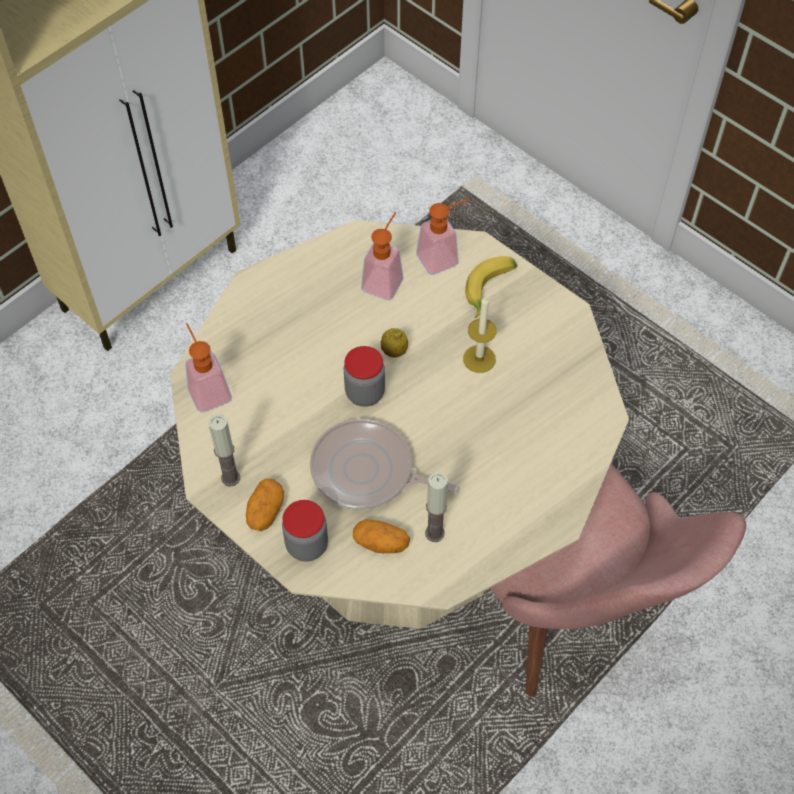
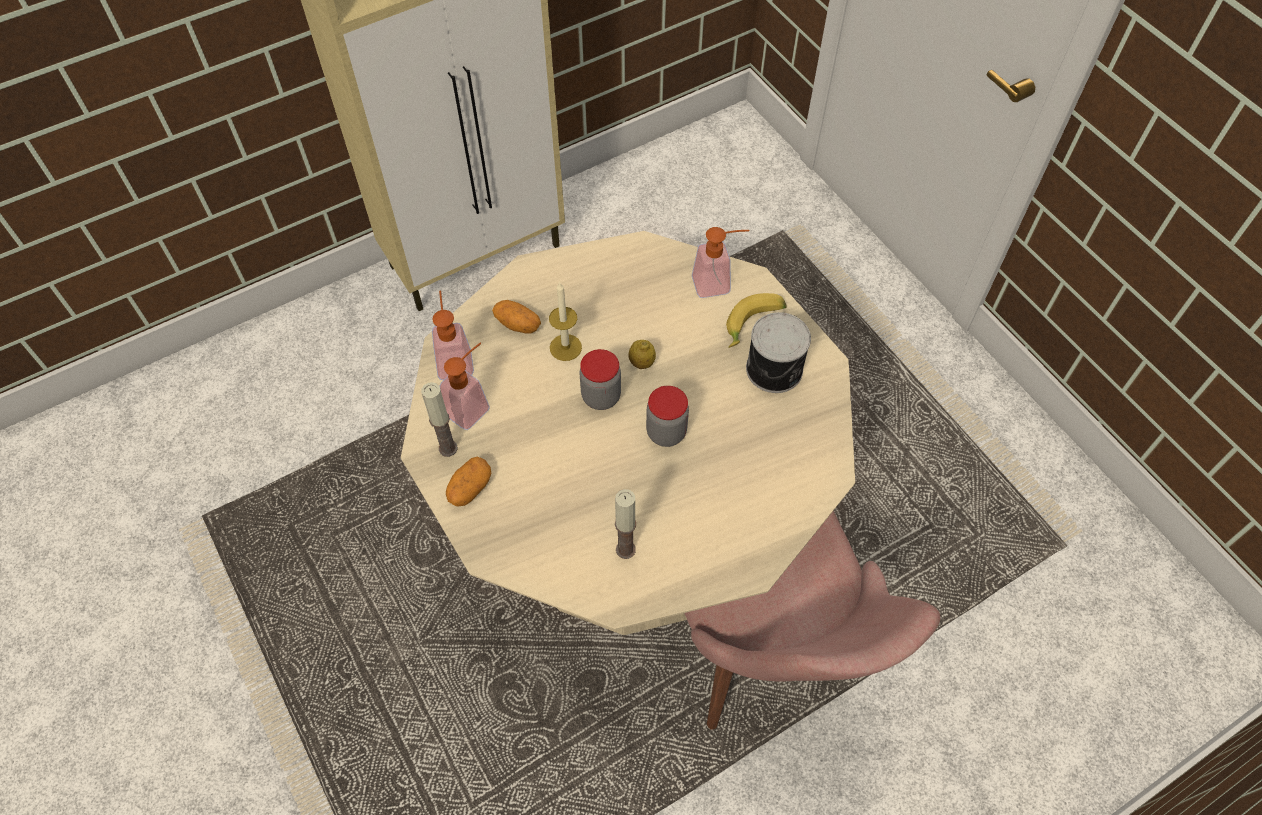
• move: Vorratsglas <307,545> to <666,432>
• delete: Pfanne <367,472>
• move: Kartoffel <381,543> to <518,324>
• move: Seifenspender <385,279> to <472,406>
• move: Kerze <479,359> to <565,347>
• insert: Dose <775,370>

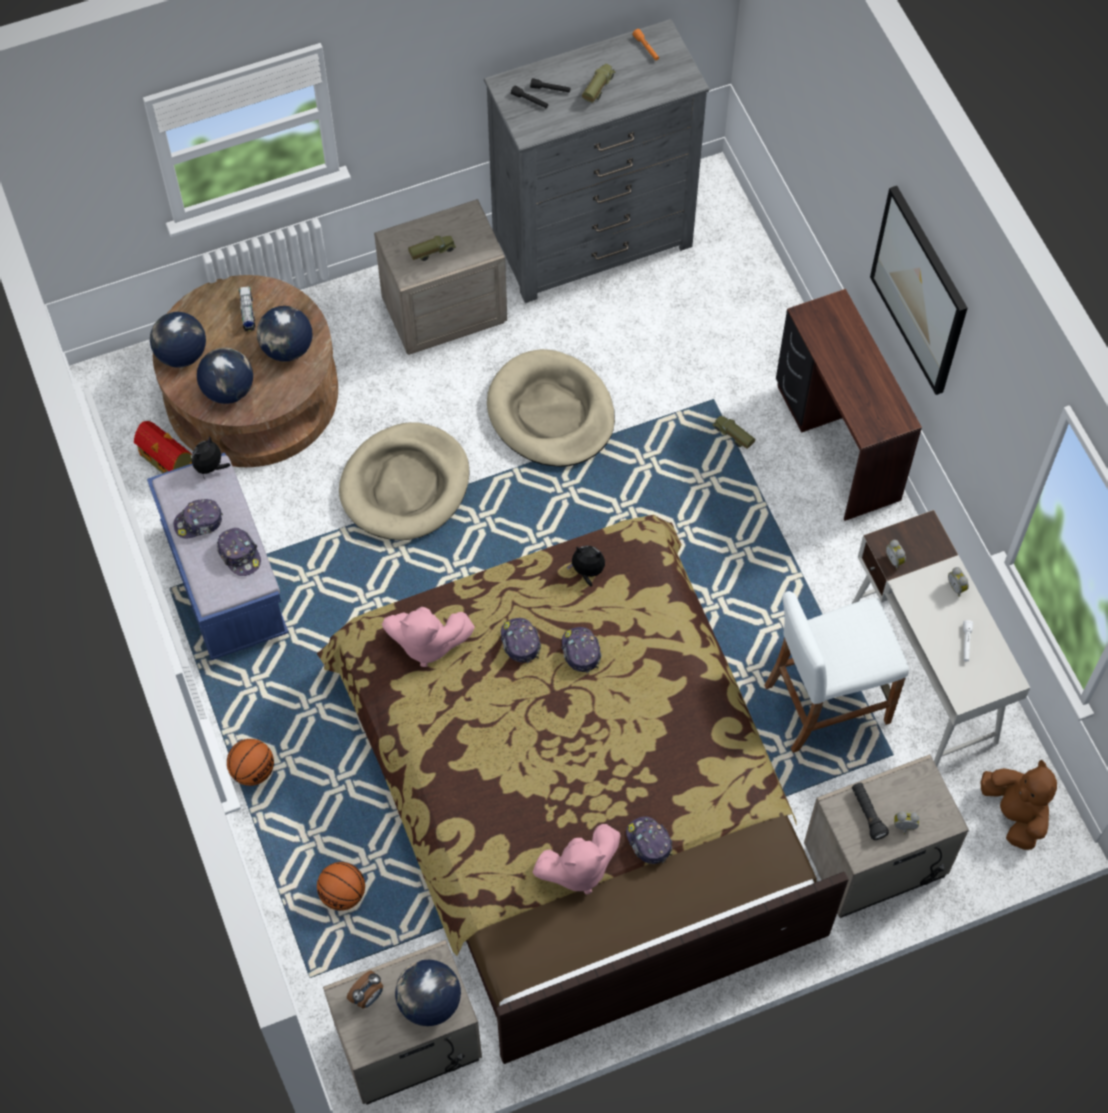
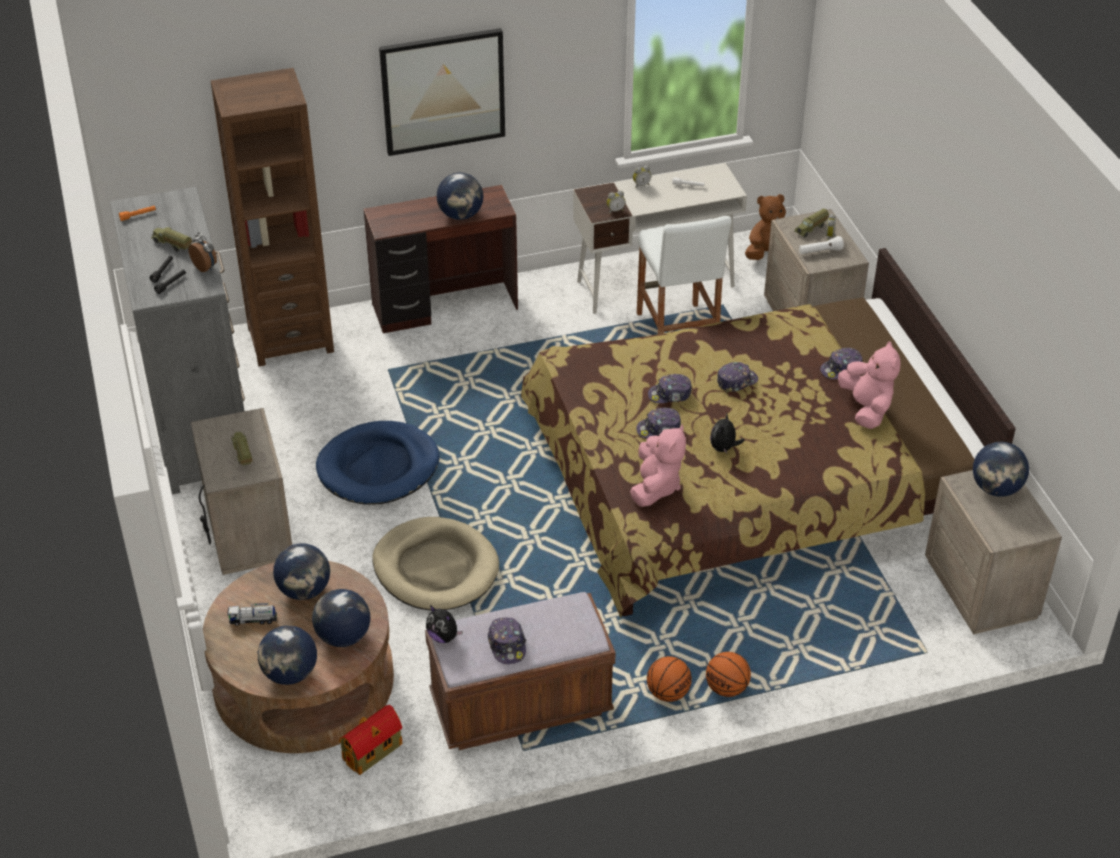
• recolor: Bank [blau] <225,581> to Bank [braun] <521,706>
• move: Kappe <239,554> to <736,381>
• move: Basketball <342,894> to <668,693>
• move: Wecker <368,996> to <206,267>
• recolor: Hundebett [beige] <551,413> to Hundebett [blau] <378,467>
• move: Plüschtier <587,571> to <724,448>
• move: Spielzeuglaster <733,436> to <811,229>
• recolor: Taschenlampe [schwarz] <867,814> to Taschenlampe [weiß] <820,252>
• insert: Bücherregal [braun] <290,339>
• insert: Globus <461,215>

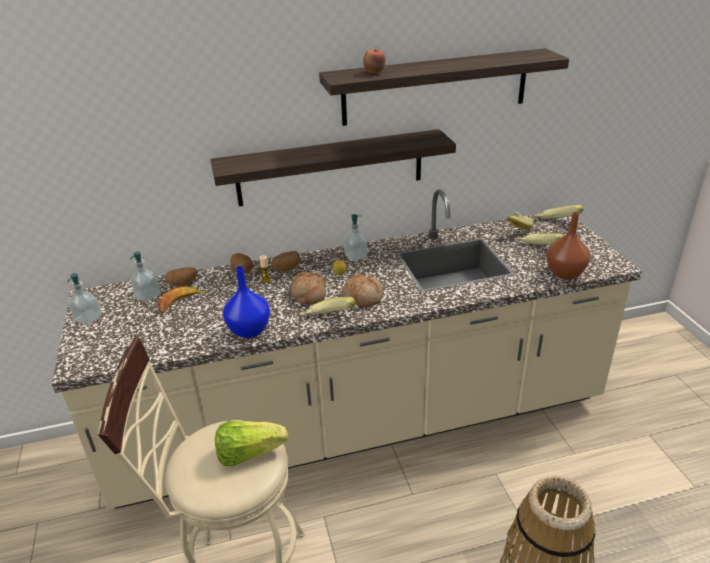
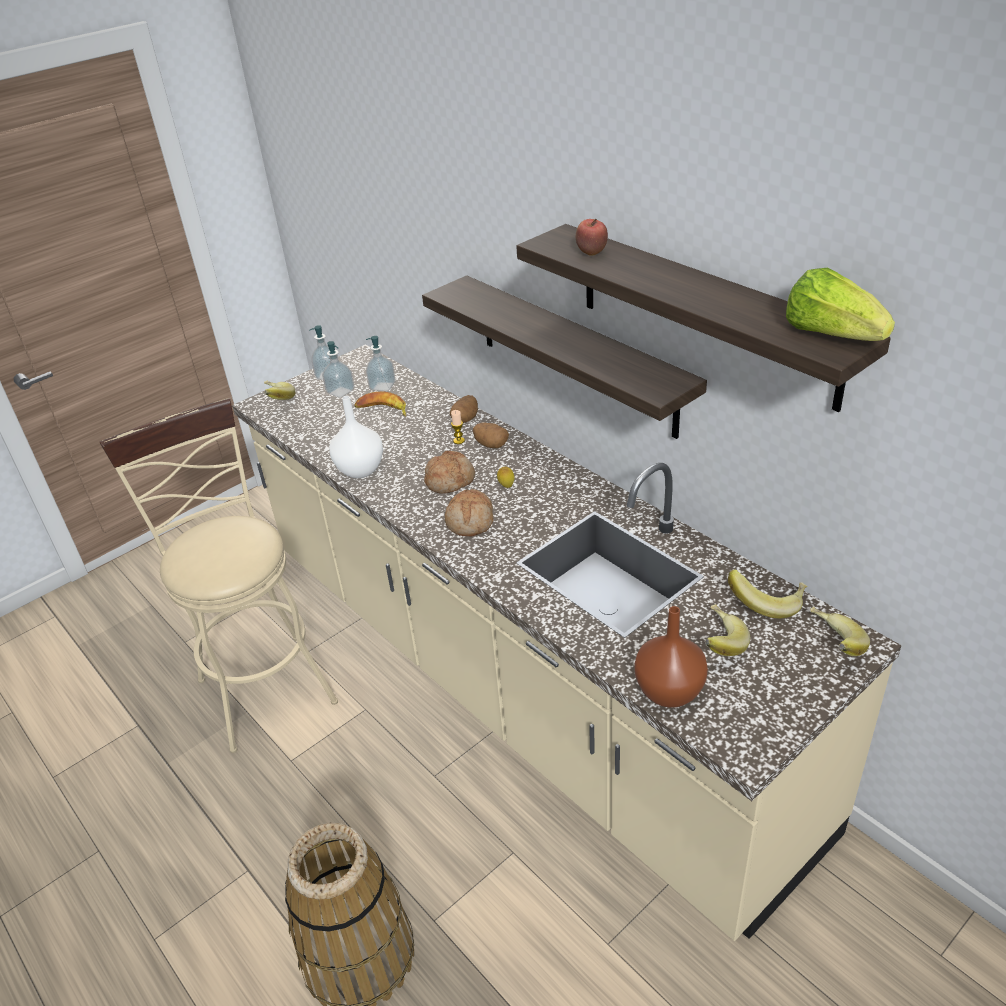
• delete: Kartoffel <183,284>
• move: Salatkopf <249,453> to <831,334>
• recolor: Vase [blau] <249,330> to Vase [weiß] <361,469>
• move: Banane <328,320> to <276,401>
• move: Seifenspender <356,256> to <340,391>

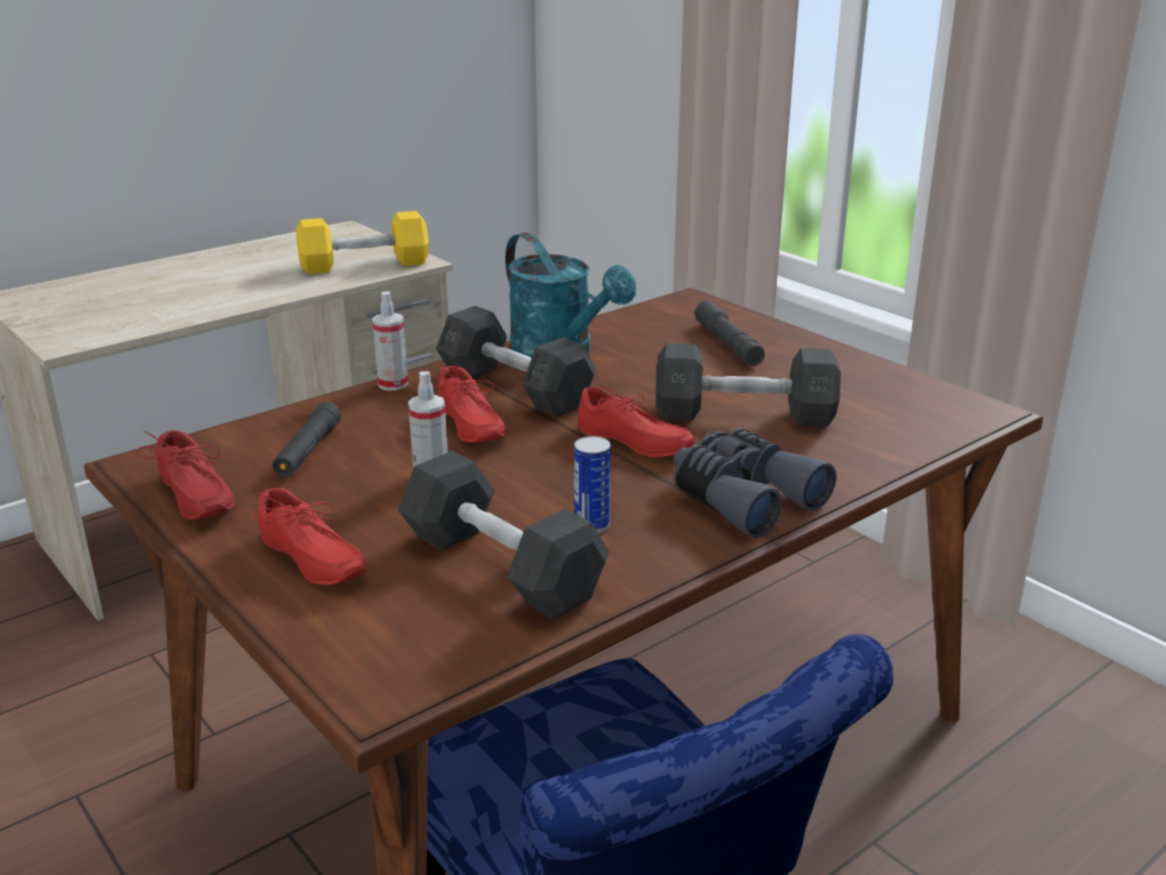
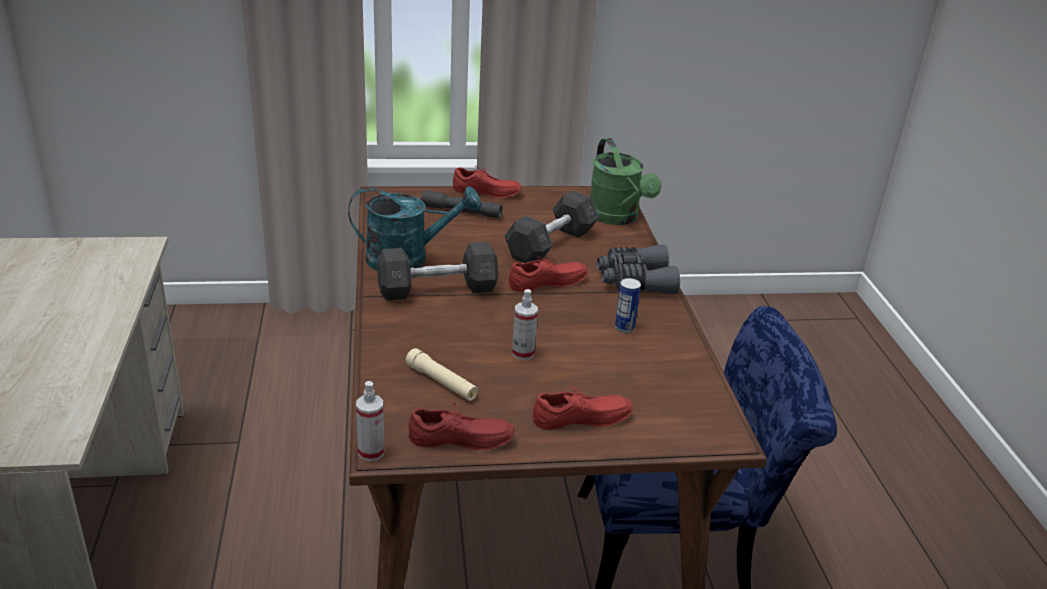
• recolor: Taschenlampe [schwarz] <308,451> to Taschenlampe [beige] <442,382>
• delete: Hantel [gelb] <364,265>
• move: Sprühflasche <393,384> to <371,452>
• delete: Hantel [grau] <501,566>
• move: Schuh [rot] <466,426> to <486,193>
• insert: Gießkanne [grün] <617,218>

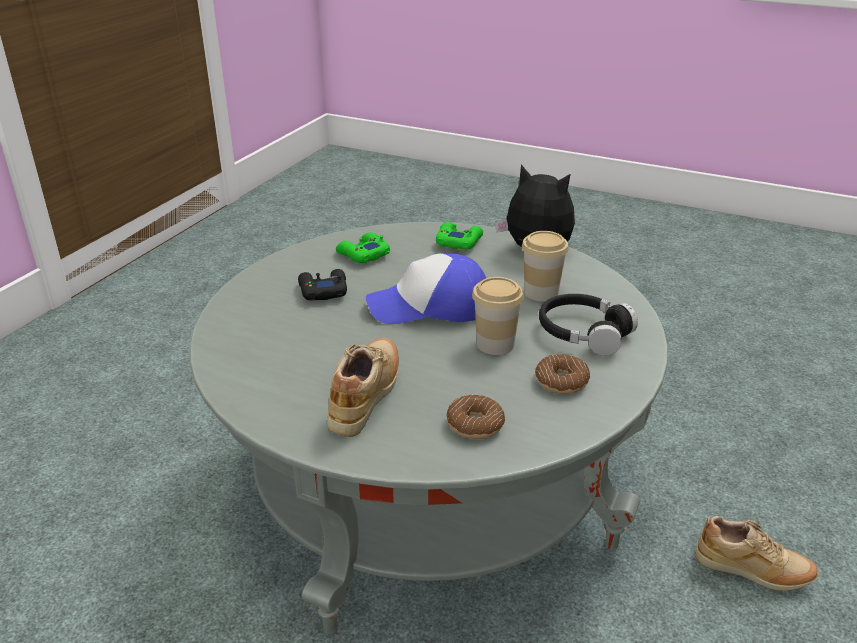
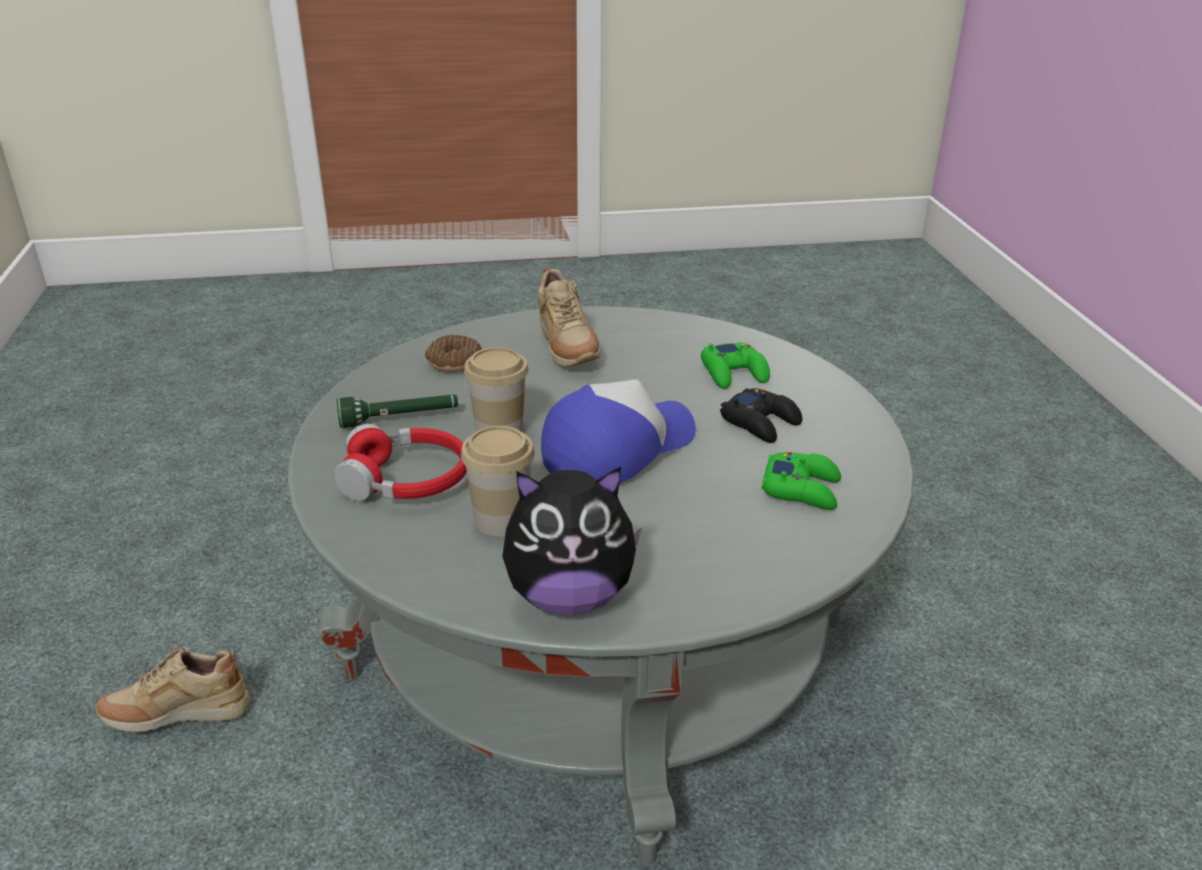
• move: Gamepad [grün] <458,241> to <734,373>
• replace: Donut <561,381> to Taschenlampe [grün] <400,419>
• recolor: Kopfhörer [schwarz] <583,333> to Kopfhörer [rot] <406,480>

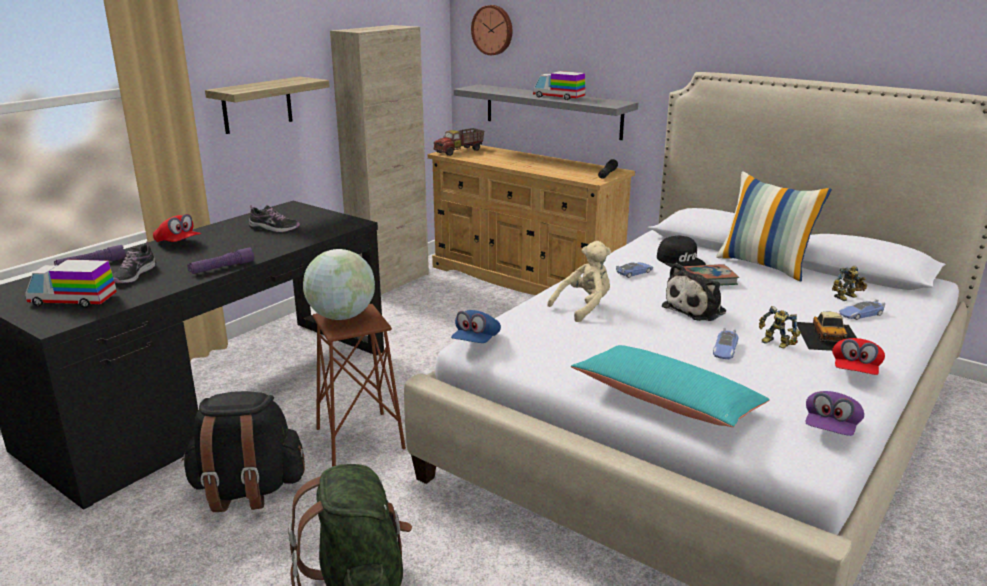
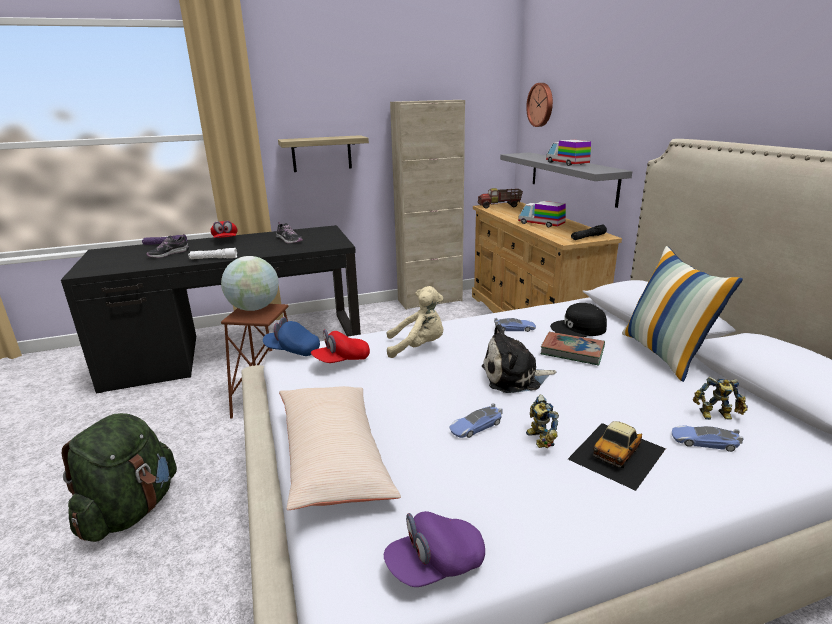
• move: Spielzeuglaster <73,300> to <541,224>
• delete: Rucksack [schwarz] <247,490>
• recolor: Taschenlampe [lila] <222,268> to Taschenlampe [weiß] <213,259>
• rotate: Kappe [blau] <476,341> = <292,350> 45 degrees clockwise
• recolor: Kissen [türkis] <666,401> to Kissen [beige] <334,456>
• rotate: Kappe [schwarz] <681,260> = <579,328> 75 degrees clockwise
• move: Kappe [rot] <854,371> to <341,361>

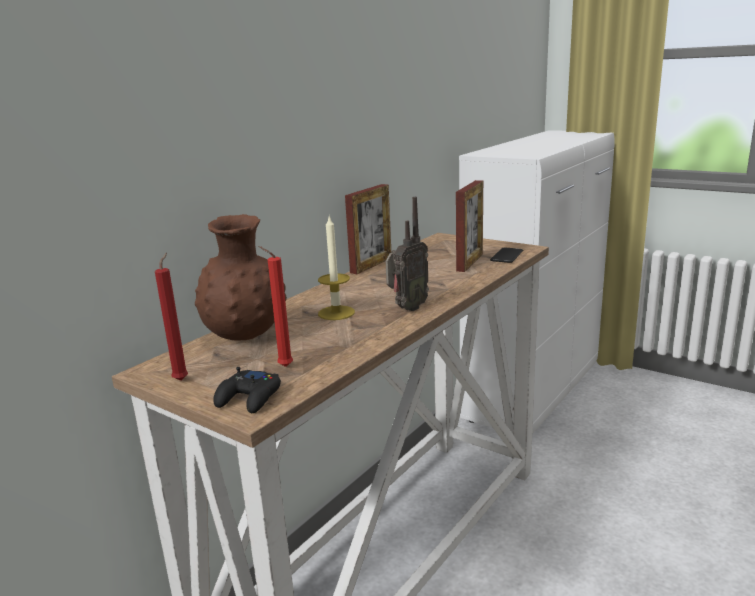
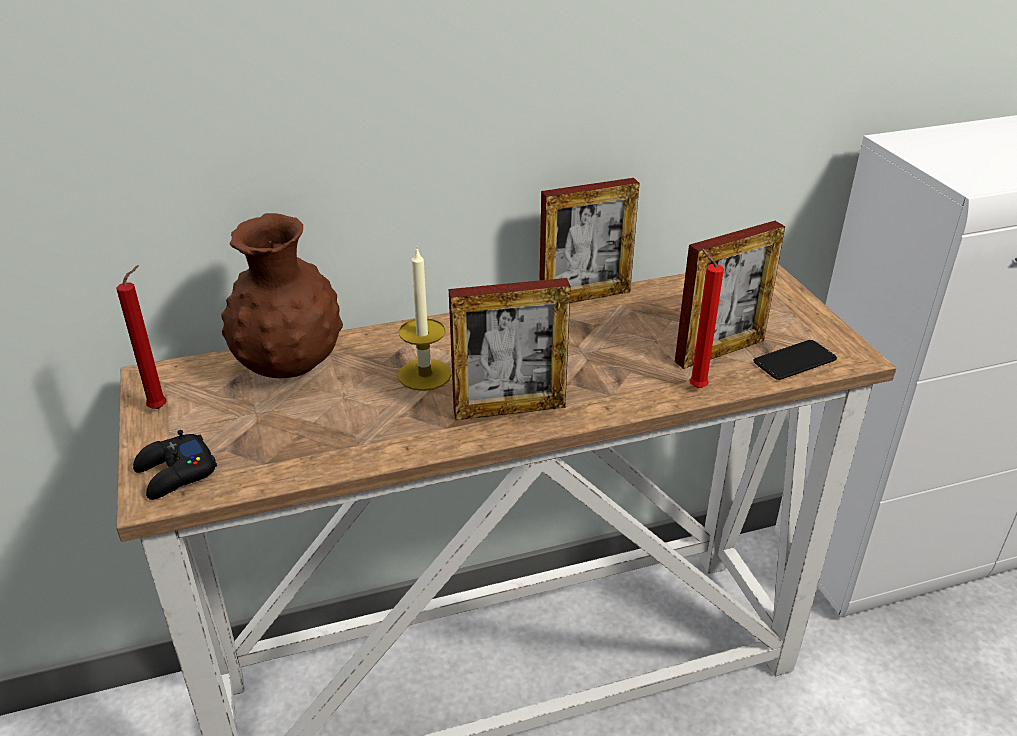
• move: Kerze [rot] <283,367> to <695,387>
• replace: Radio <407,308> to Bilderrahmen <509,409>

